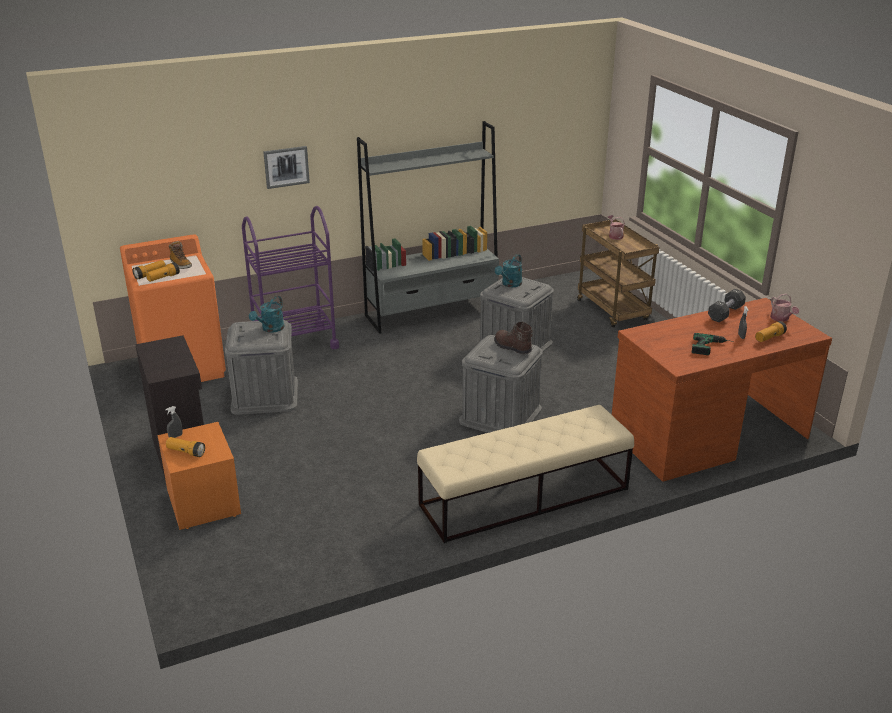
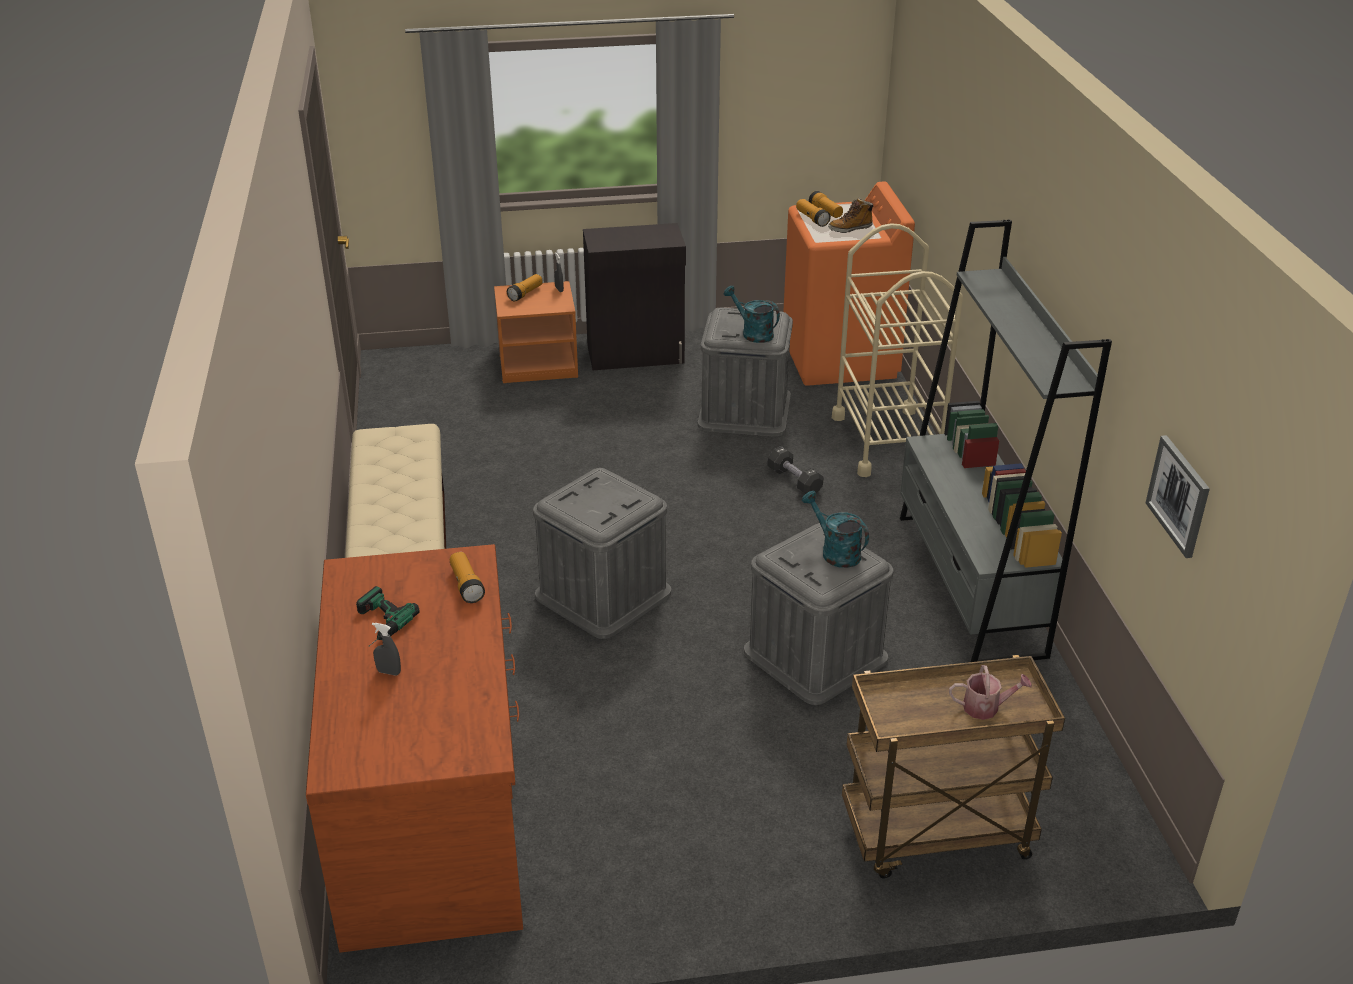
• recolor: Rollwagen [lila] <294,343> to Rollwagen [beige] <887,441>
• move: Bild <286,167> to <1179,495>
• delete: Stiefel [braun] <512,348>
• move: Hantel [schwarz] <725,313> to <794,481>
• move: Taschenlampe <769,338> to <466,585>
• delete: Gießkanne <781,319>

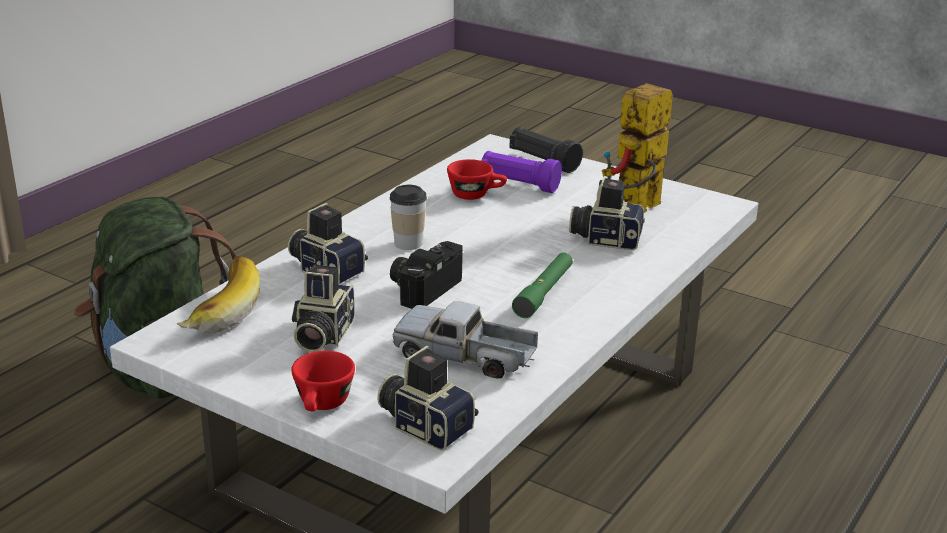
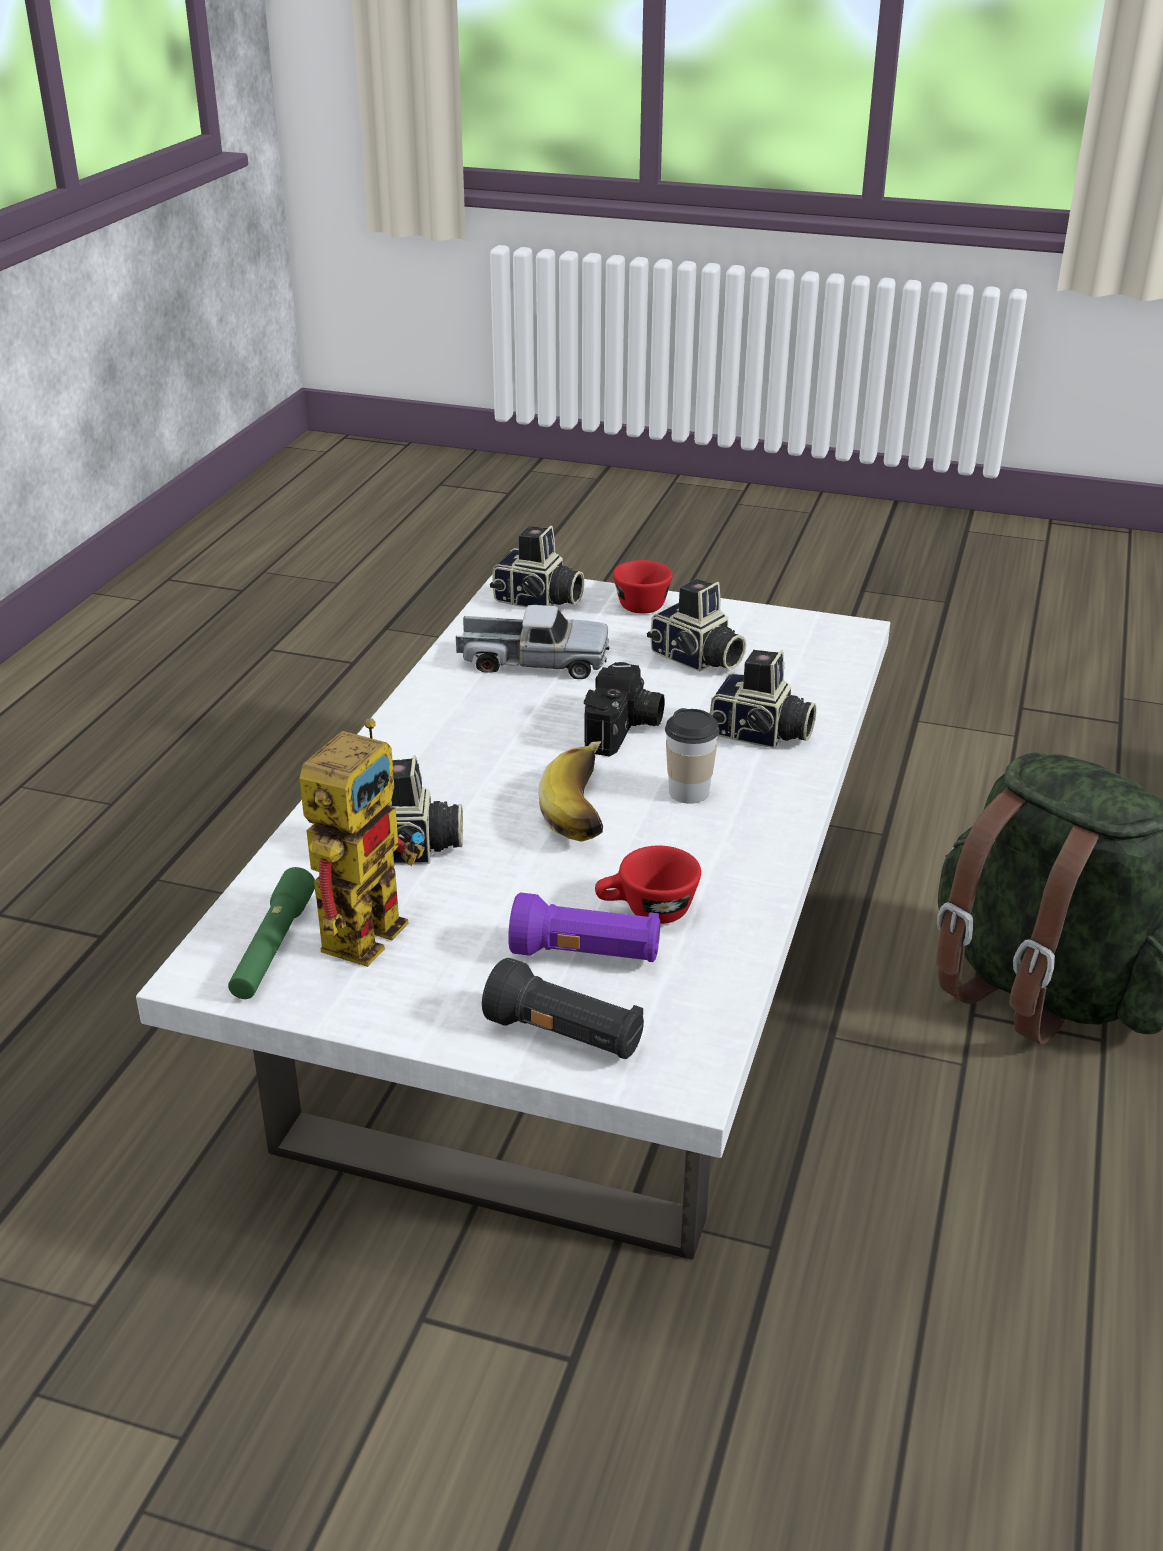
• move: Banane <217,311> to <589,811>
• rotate: Kamera <321,335> = <696,659> 135 degrees clockwise
• move: Taschenlampe [grün] <544,292> to <273,946>

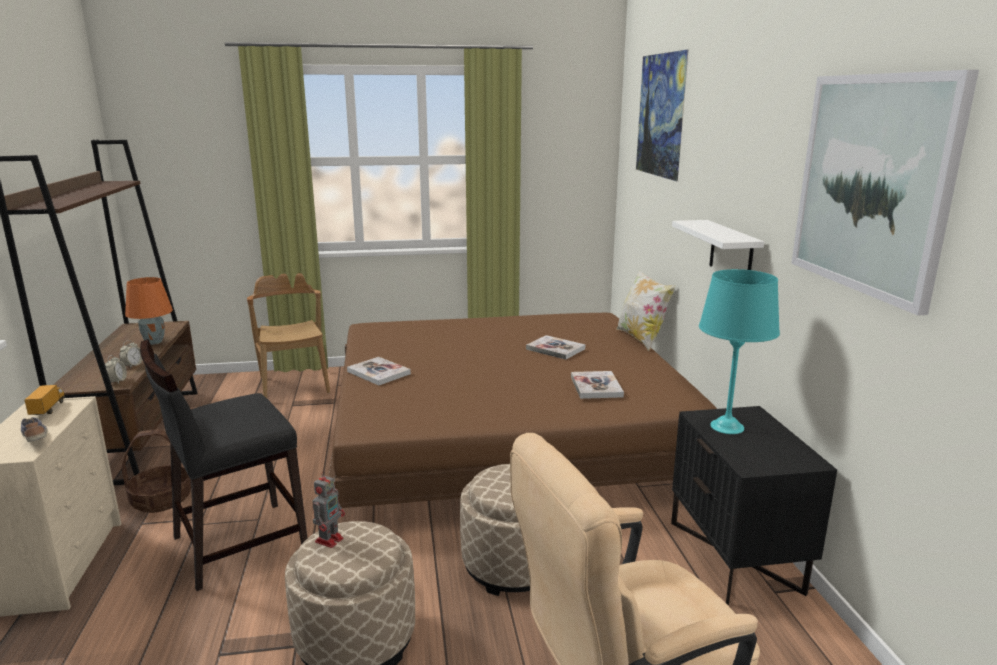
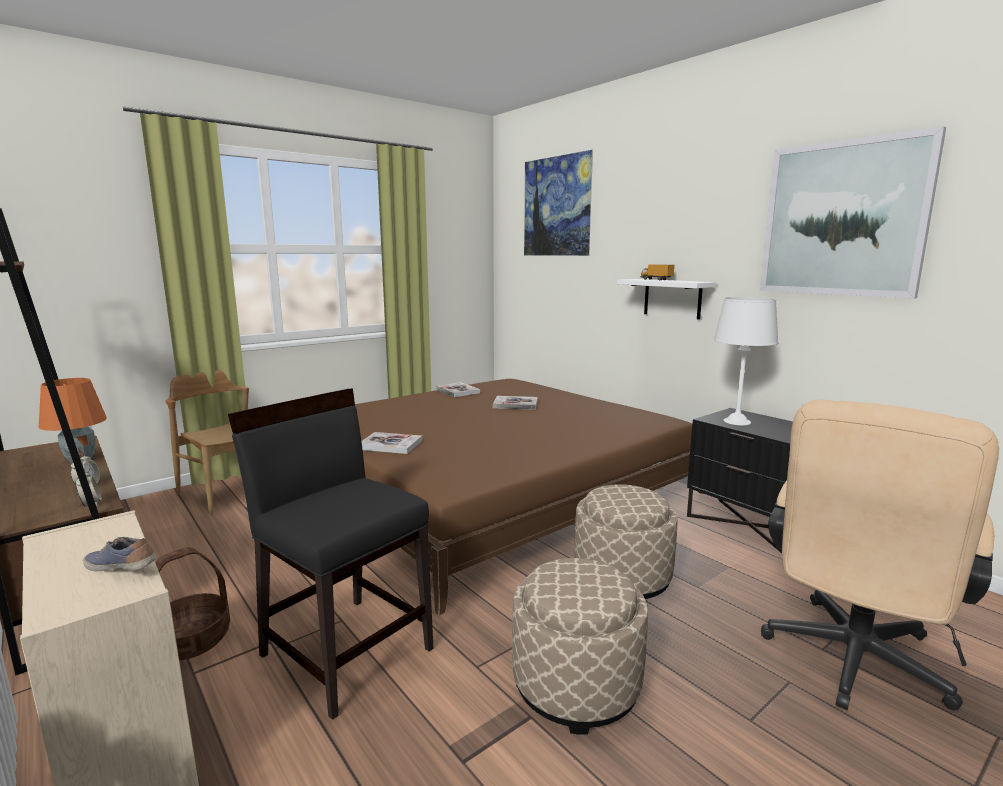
• move: Spielzeuglaster <48,410> to <656,280>
• rotate: Stuhl [schwarz] <238,543> = <347,650> 105 degrees clockwise
• delete: Spielzeugroboter <330,539>
• move: Buch <596,386> to <457,391>
• delete: Kissen <641,339>
• recolor: Tischlampe [türkis] <727,426> to Tischlampe [weiß] <736,421>

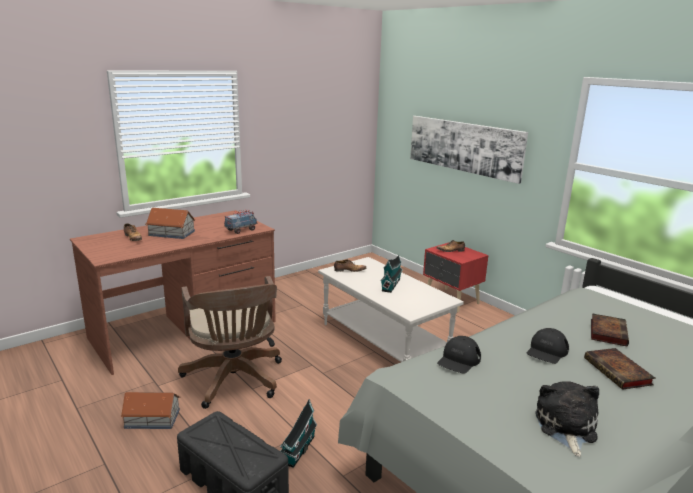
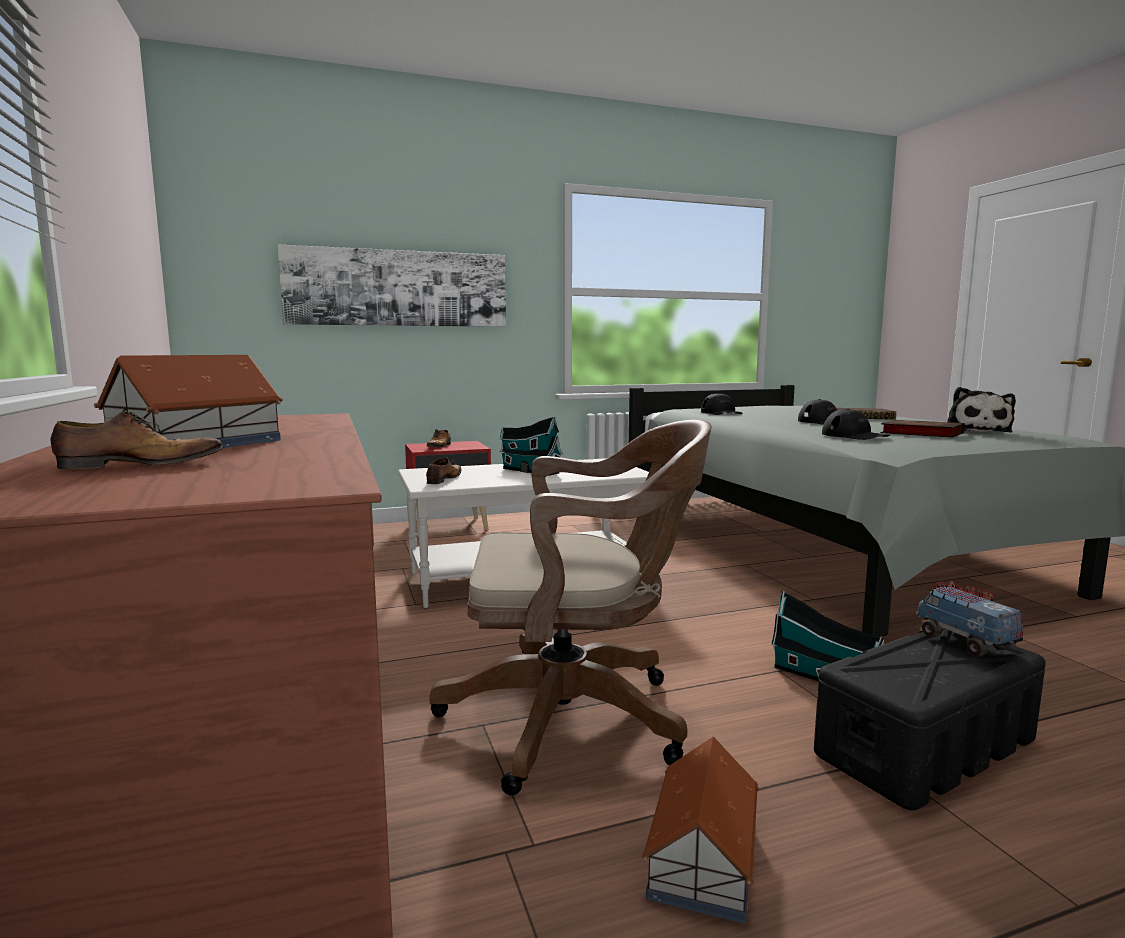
• move: Spielzeuglaster <241,230> to <964,642>
• rotate: Plüschtier <565,427> = <976,431> 105 degrees counterclockwise
• move: Buch <607,332> to <919,433>
• insert: Kappe [schwarz] <721,413>

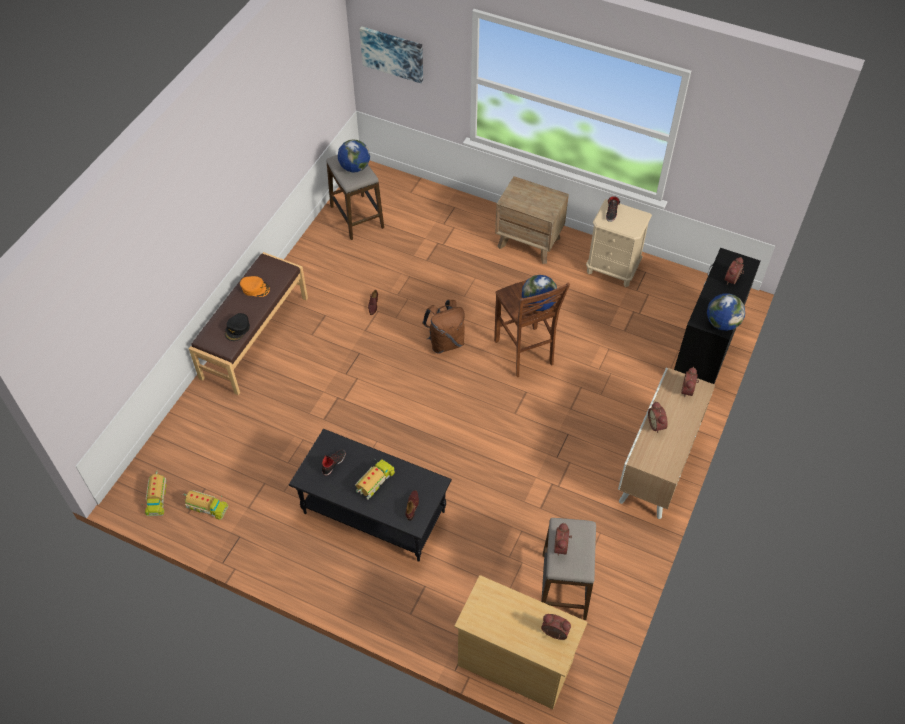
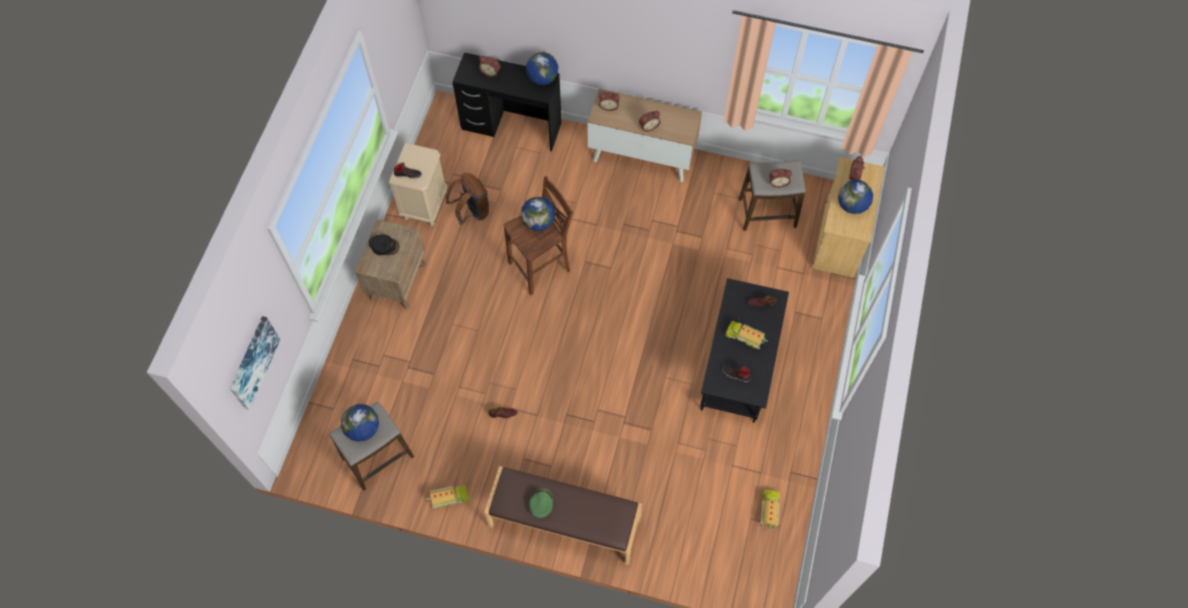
• move: Spielzeuglaster <156,498> to <449,498>
• move: Kappe [schwarz] <237,329> to <384,246>
• recolor: Kappe [orange] <255,288> to Kappe [grün] <541,503>
• move: Rucksack [braun] <445,342> to <472,212>
• insert: Globus <852,206>

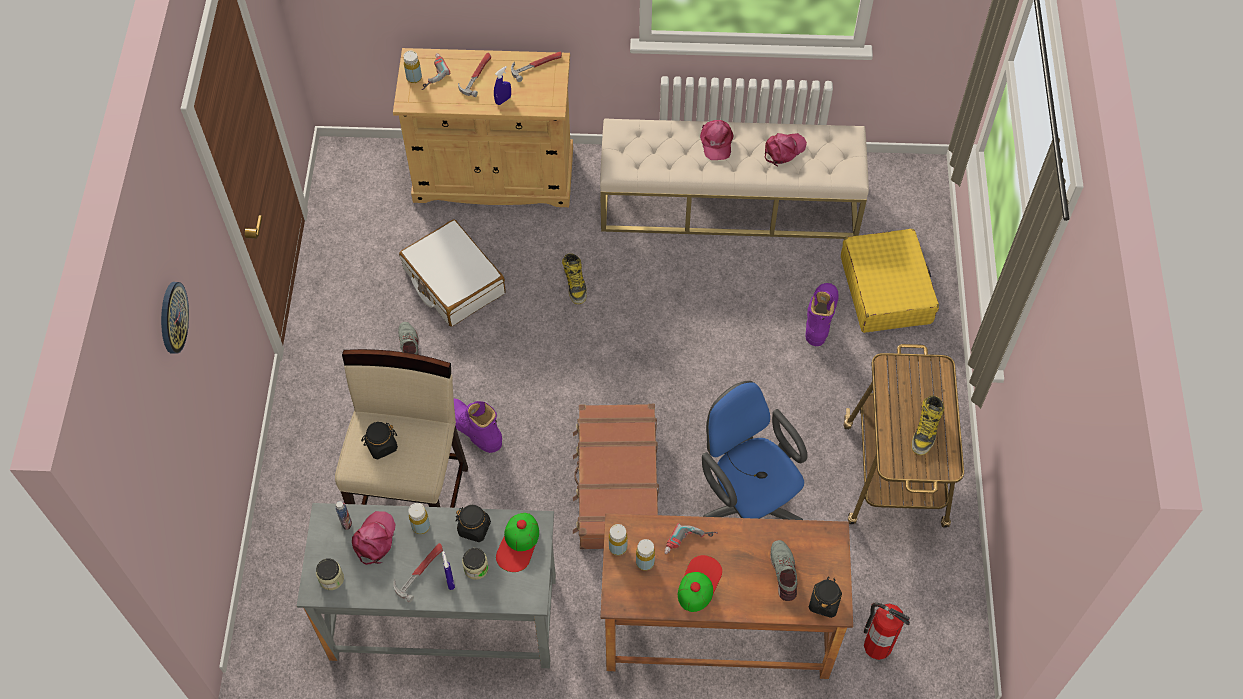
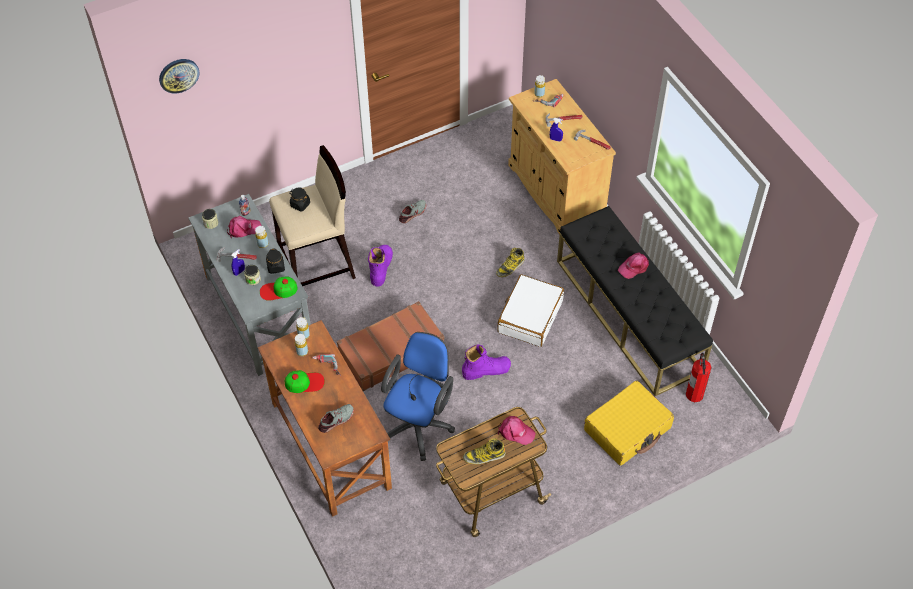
• move: Wanduhr <172,317> to <178,75>
• move: Koffer [weiß] <453,281> to <529,316>
• recolor: Bank [beige] <729,202> to Bank [schwarz] <629,315>
• move: Kappe [rosa] <783,150> to <515,432>
• move: Stiefel [lila] <820,317> to <486,370>
• delete: Vorratsglas [schwarz] <824,602>
• move: Feuerlöscher <877,645> to <694,394>

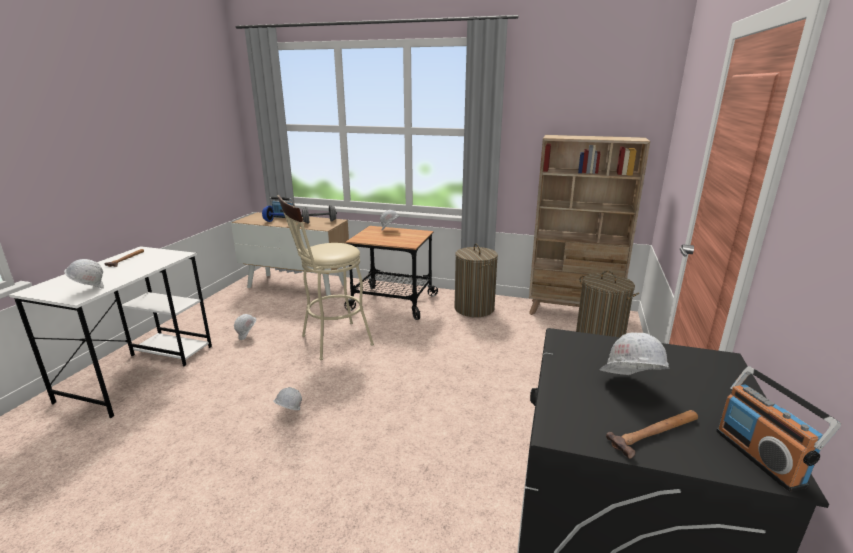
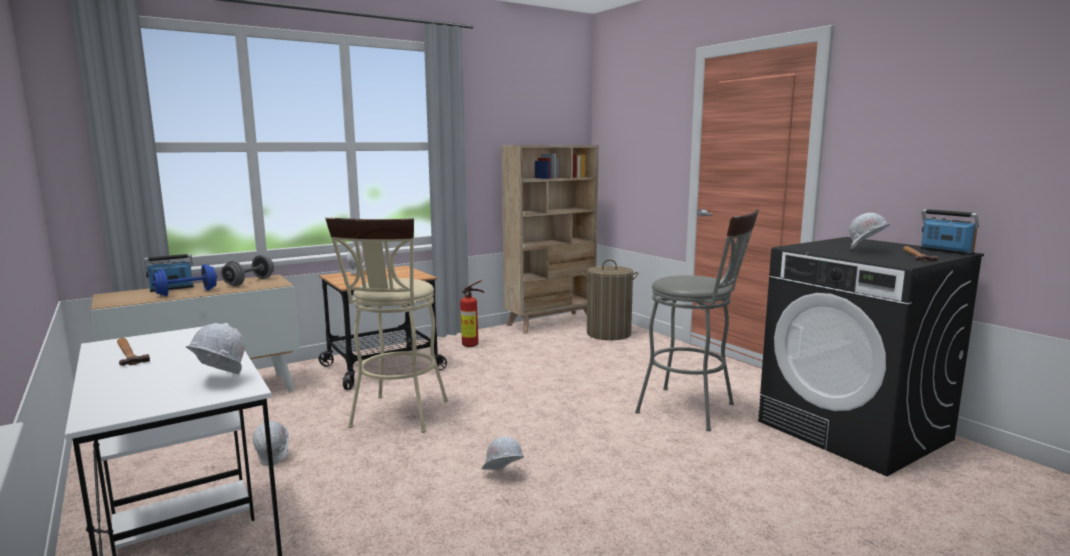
• replace: Wäschekorb <474,308> to Feuerlöscher <472,345>
• rotate: Radio <759,457> = <946,251> 150 degrees counterclockwise
• insert: Hocker [grau] <694,410>

